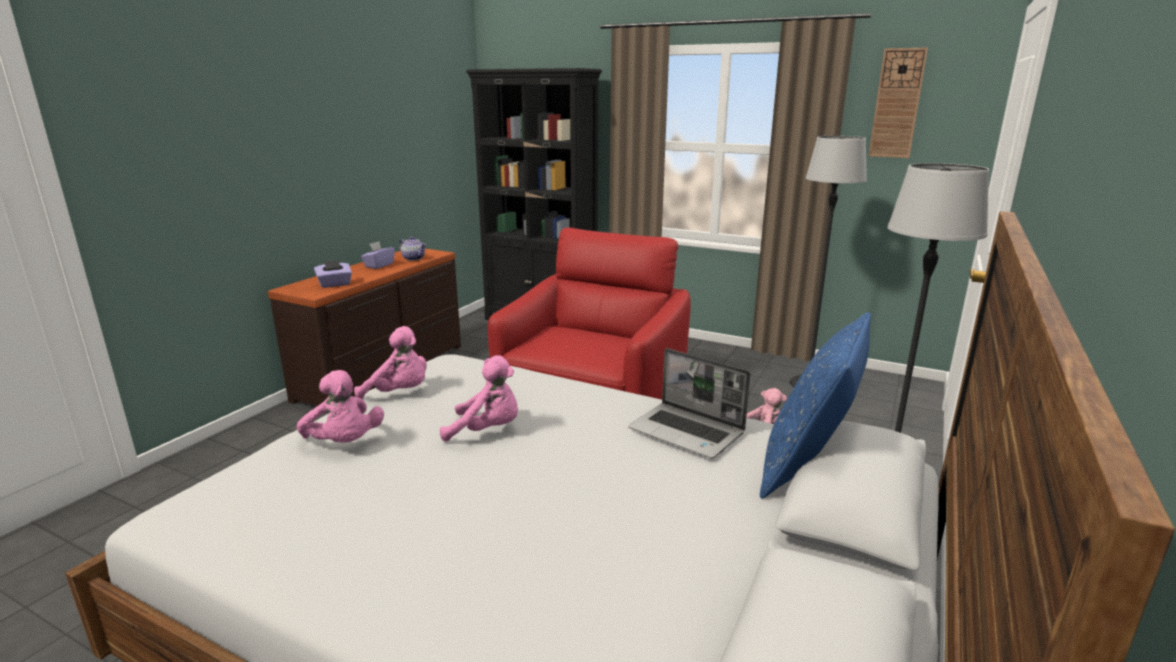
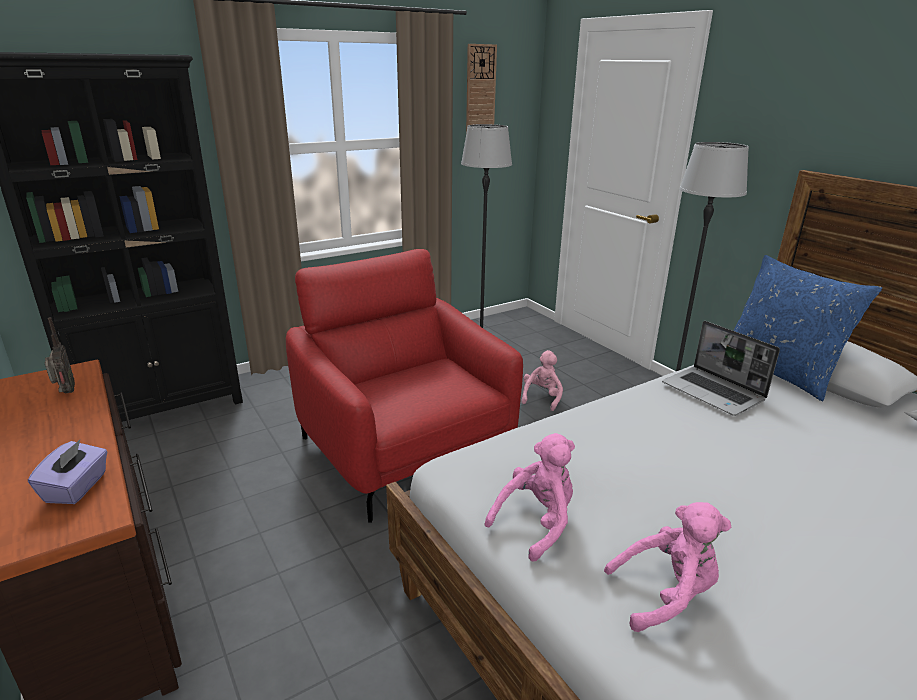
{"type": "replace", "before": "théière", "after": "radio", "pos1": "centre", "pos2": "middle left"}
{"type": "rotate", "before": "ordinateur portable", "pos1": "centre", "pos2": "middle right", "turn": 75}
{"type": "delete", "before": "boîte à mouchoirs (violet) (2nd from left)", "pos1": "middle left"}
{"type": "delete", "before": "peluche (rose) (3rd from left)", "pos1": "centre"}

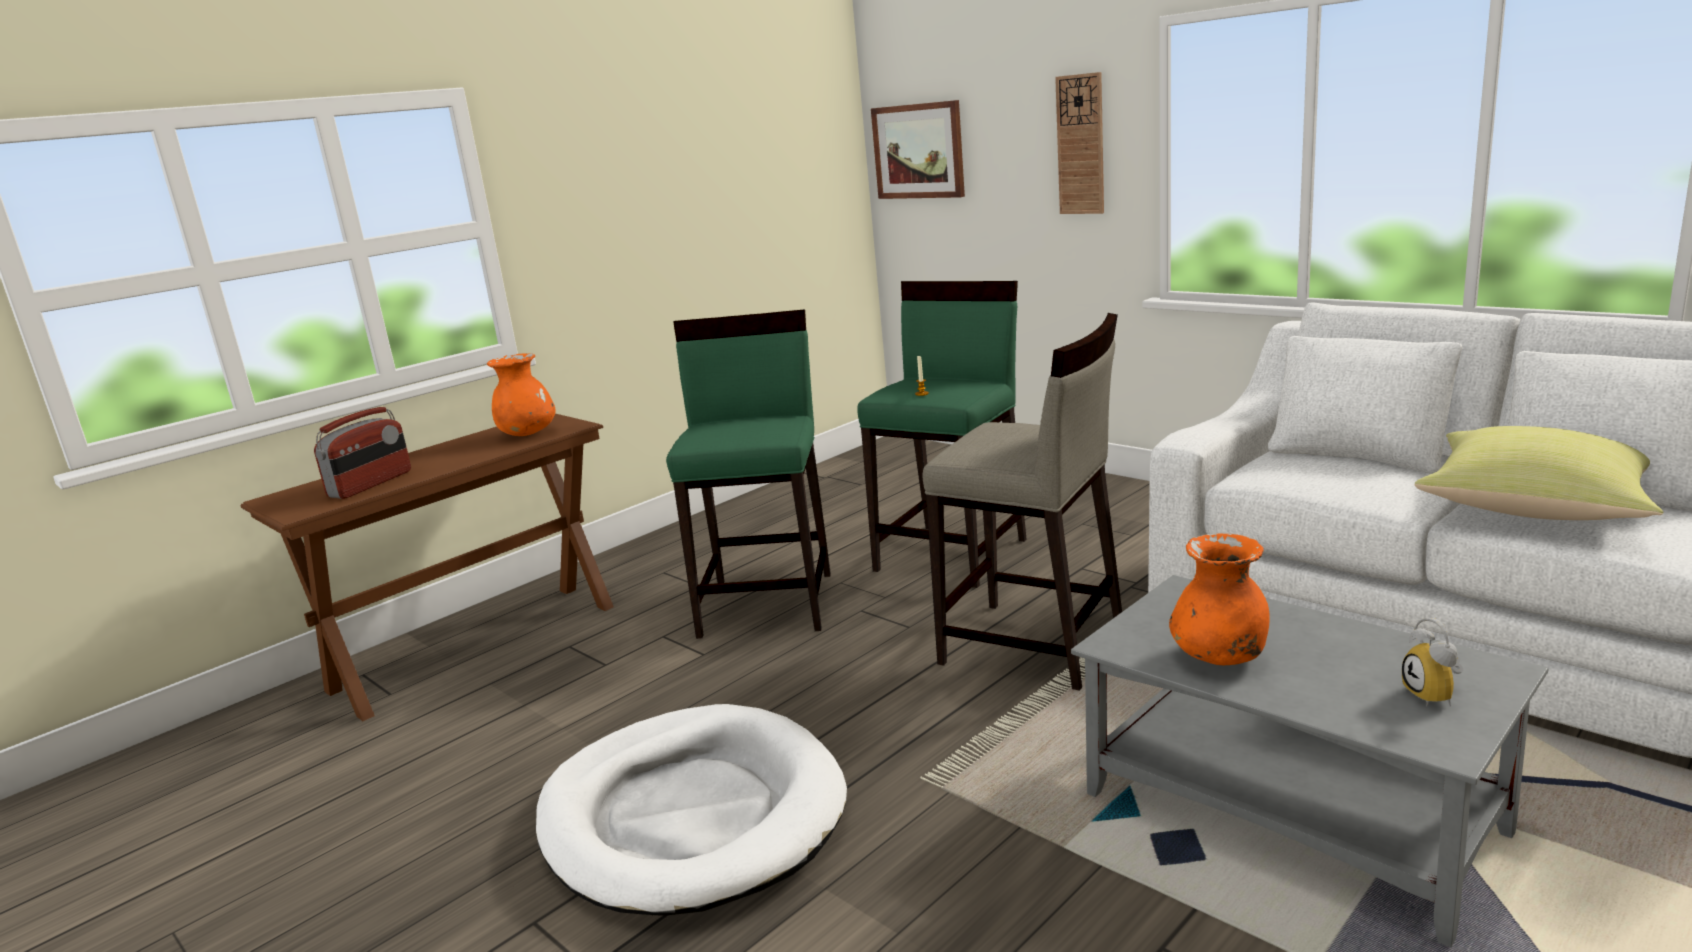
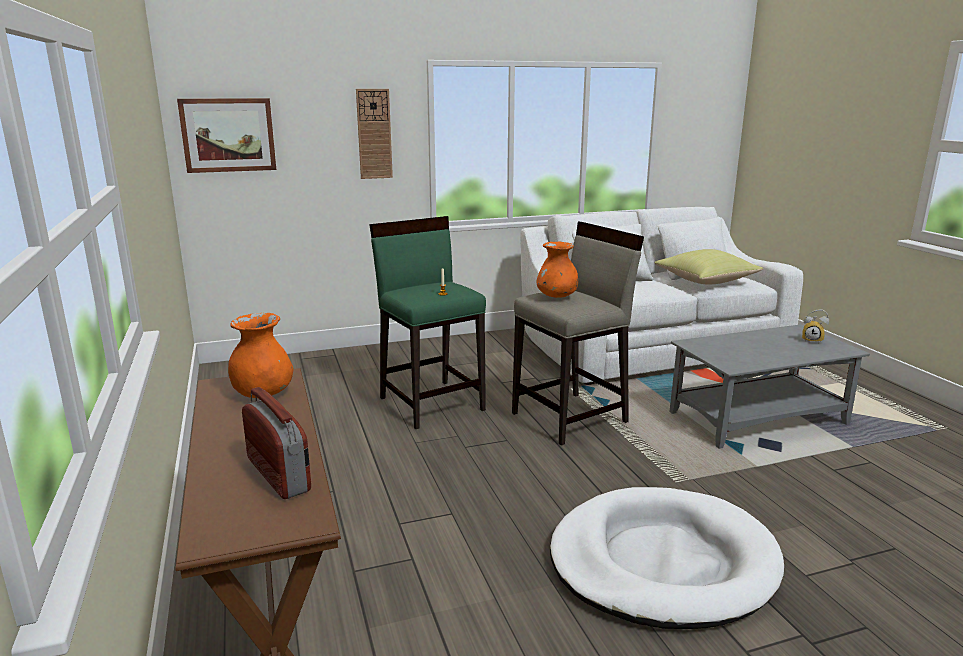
{"type": "move", "before": "vase (orange) (2nd from left)", "pos1": "middle right", "pos2": "centre"}
{"type": "delete", "before": "tabouret (vert) (1st from left)", "pos1": "centre"}

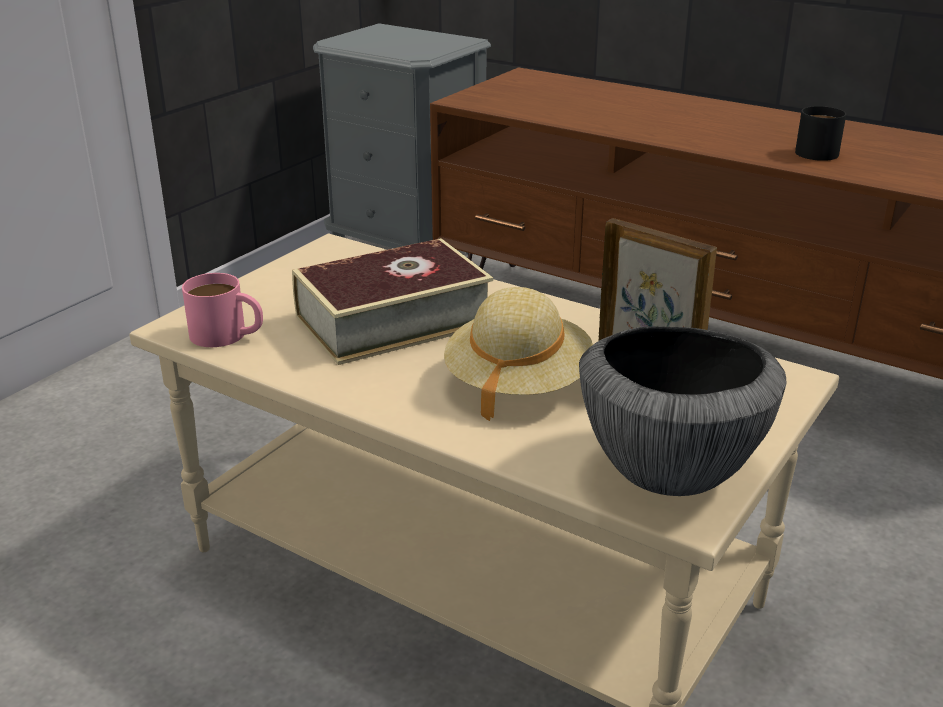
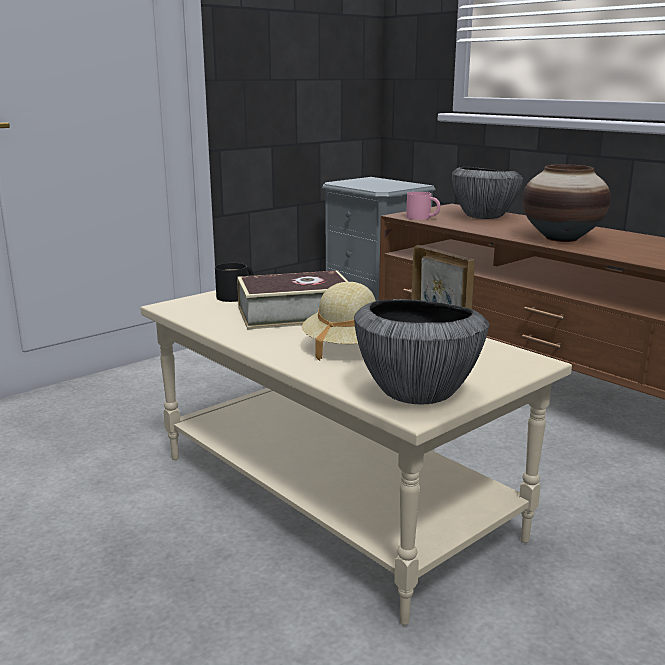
{"type": "move", "before": "mug (noir)", "pos1": "top right", "pos2": "centre"}
{"type": "move", "before": "mug (rose)", "pos1": "middle left", "pos2": "top centre"}
{"type": "insert", "after": "bol (2nd from left)", "pos2": "top right"}
{"type": "insert", "after": "vase", "pos2": "top right"}

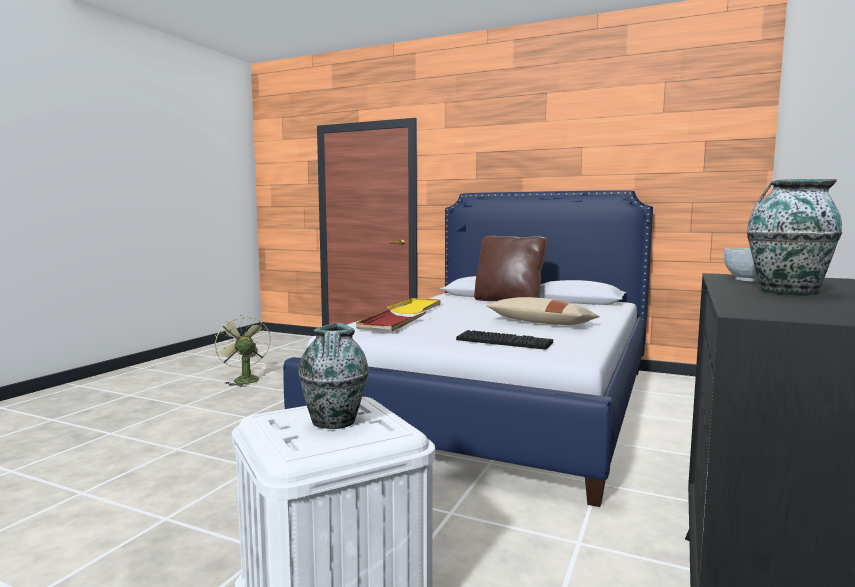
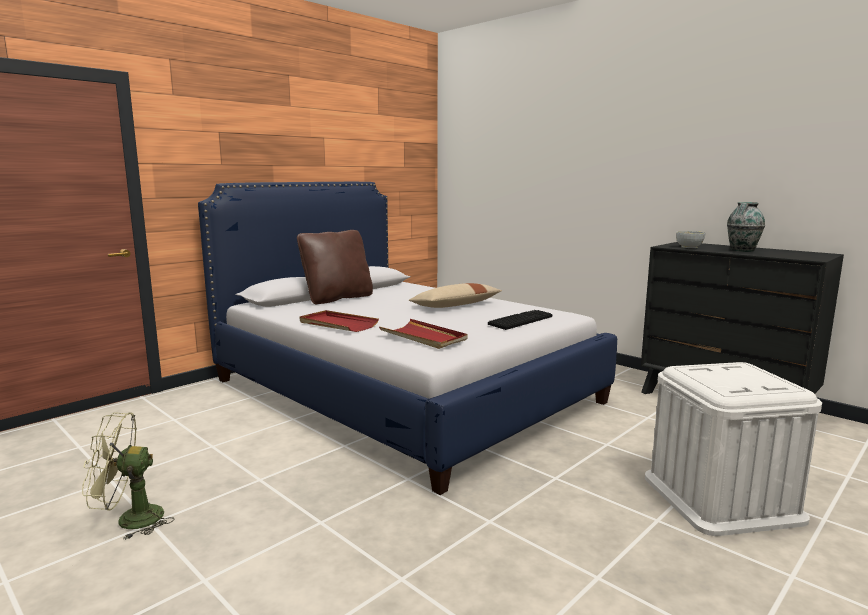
{"type": "recolor", "before": "plateau (jaune)", "after": "plateau (rouge) (1st from left)", "pos1": "centre", "pos2": "centre"}
{"type": "delete", "before": "vase (1st from left)", "pos1": "centre"}

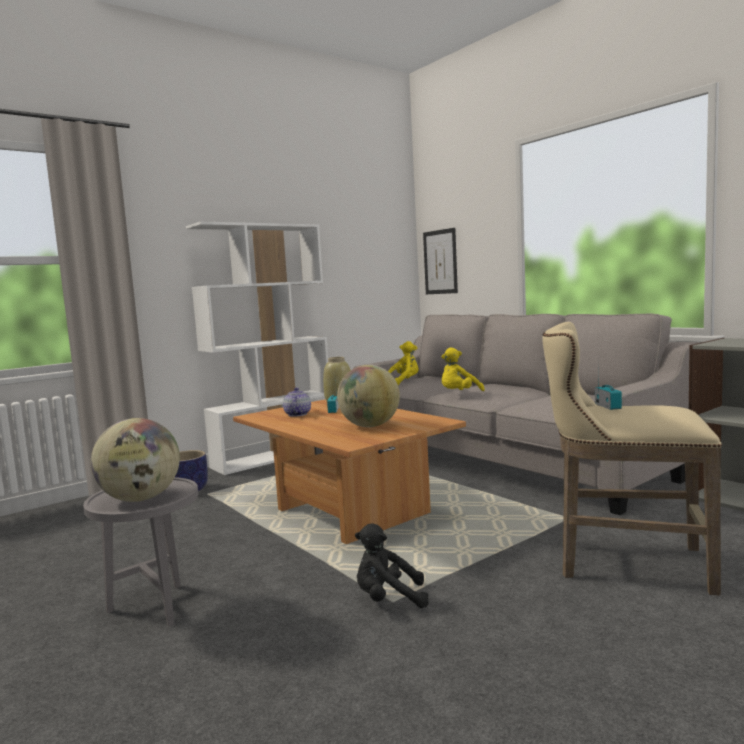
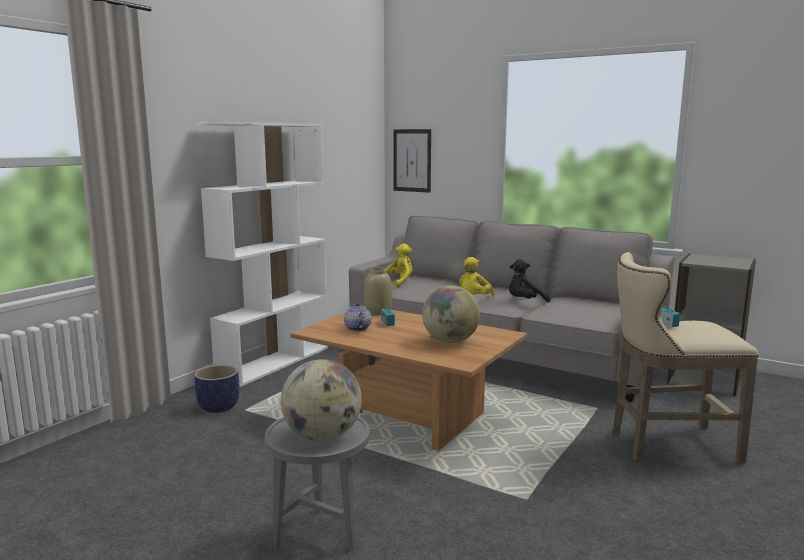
{"type": "move", "before": "peluche (noir)", "pos1": "bottom centre", "pos2": "centre"}

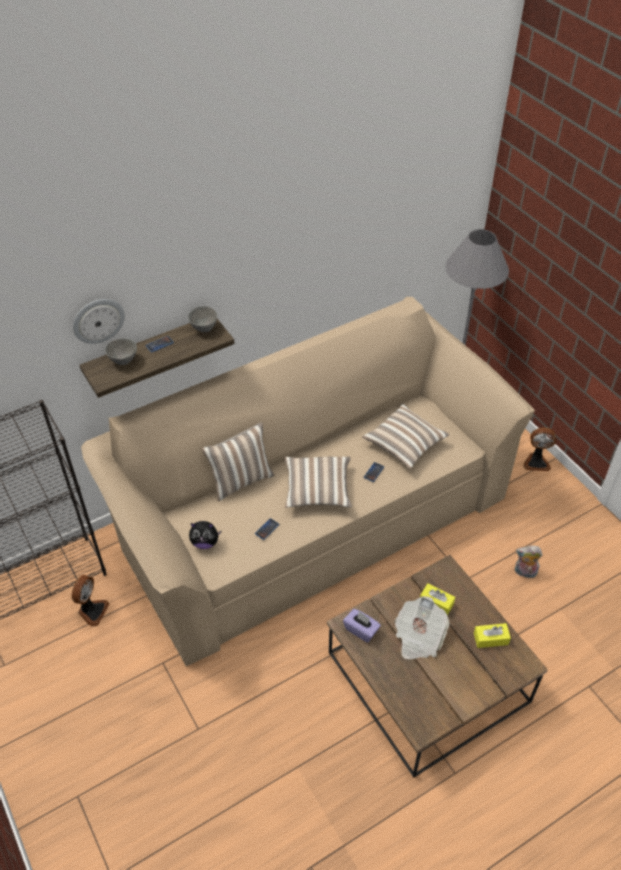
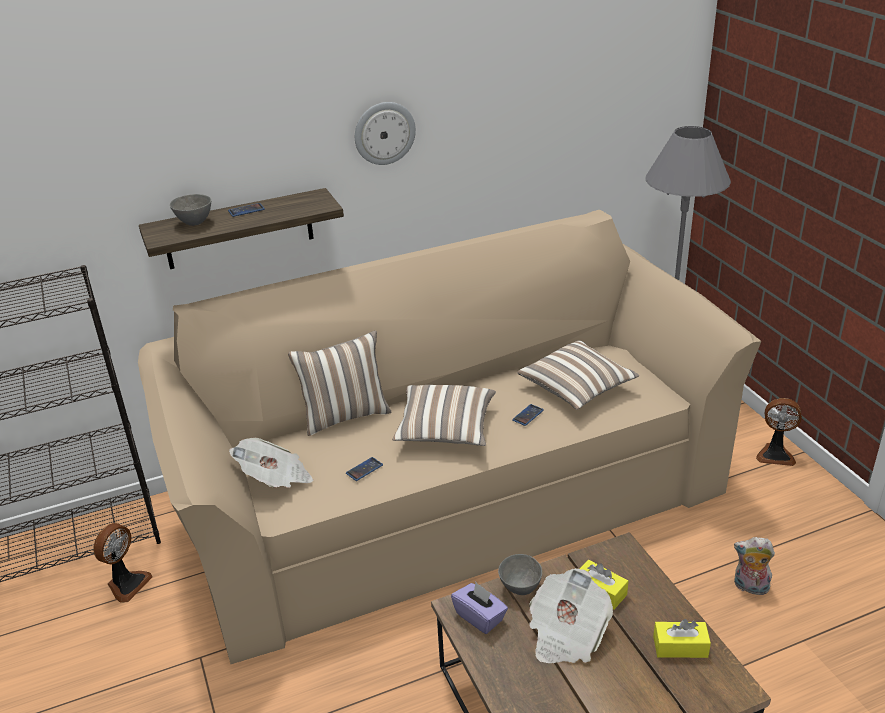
{"type": "replace", "before": "peluche (1st from left)", "after": "journal (1st from left)", "pos1": "middle left", "pos2": "middle left"}
{"type": "move", "before": "horloge murale", "pos1": "middle left", "pos2": "top centre"}
{"type": "move", "before": "bol (gris) (2nd from left)", "pos1": "middle left", "pos2": "bottom centre"}

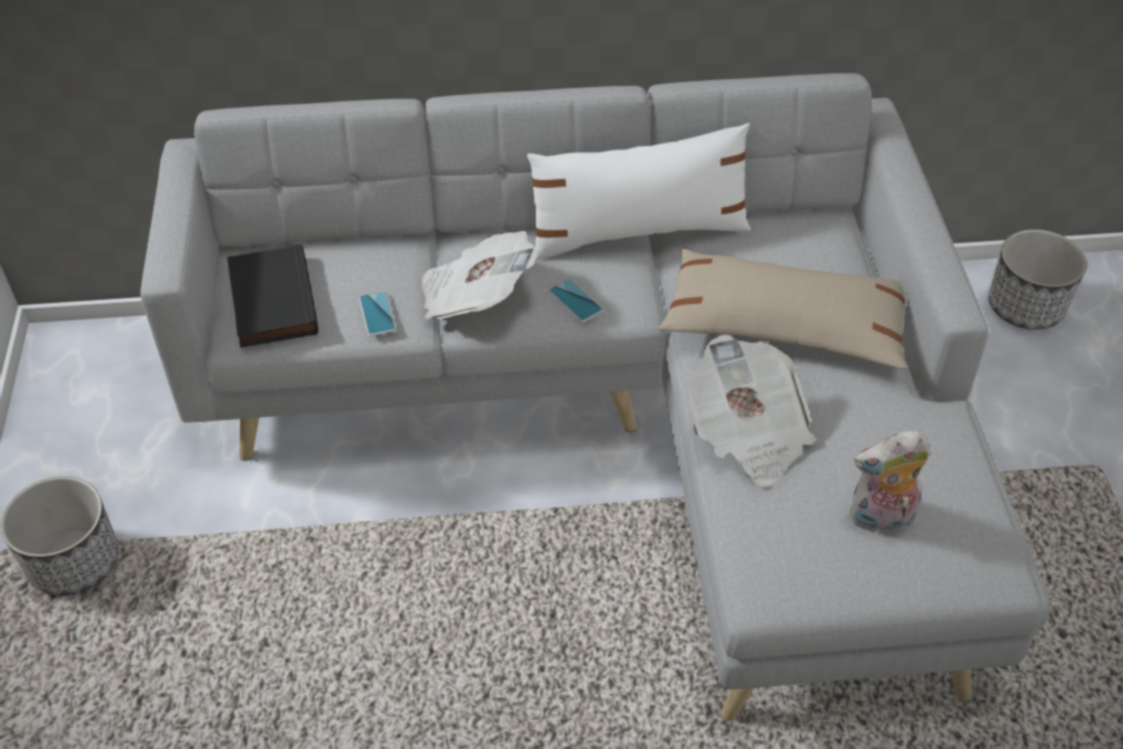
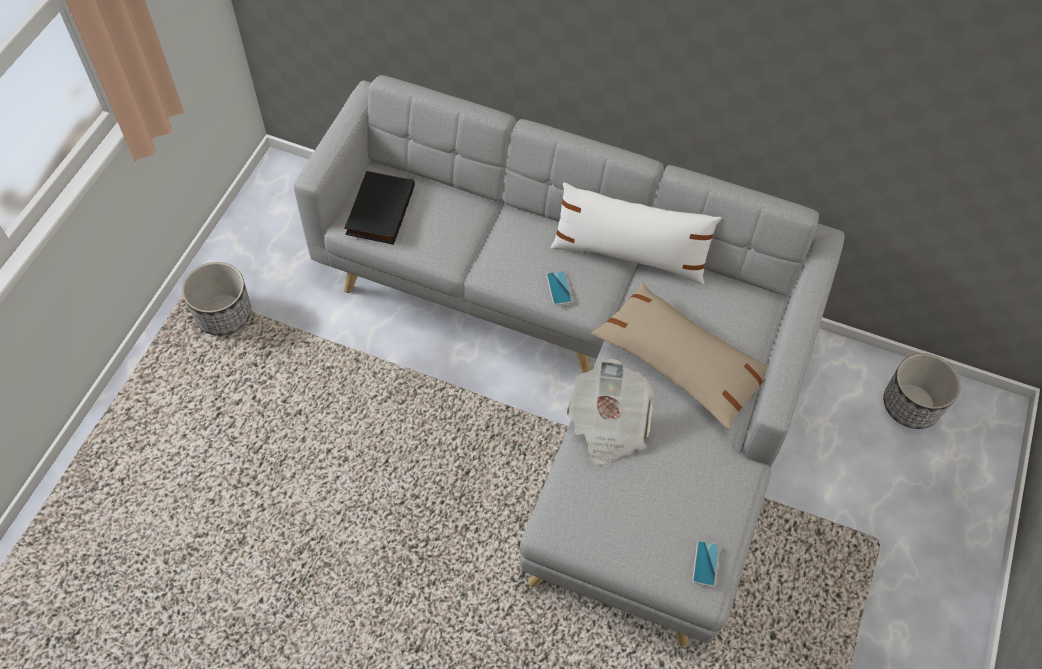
{"type": "move", "before": "téléphone (1st from left in the first image)", "after": "téléphone (2nd from left)", "pos1": "centre", "pos2": "bottom right"}
{"type": "delete", "before": "journal (1st from left)", "pos1": "centre"}
{"type": "delete", "before": "peluche", "pos1": "middle right"}

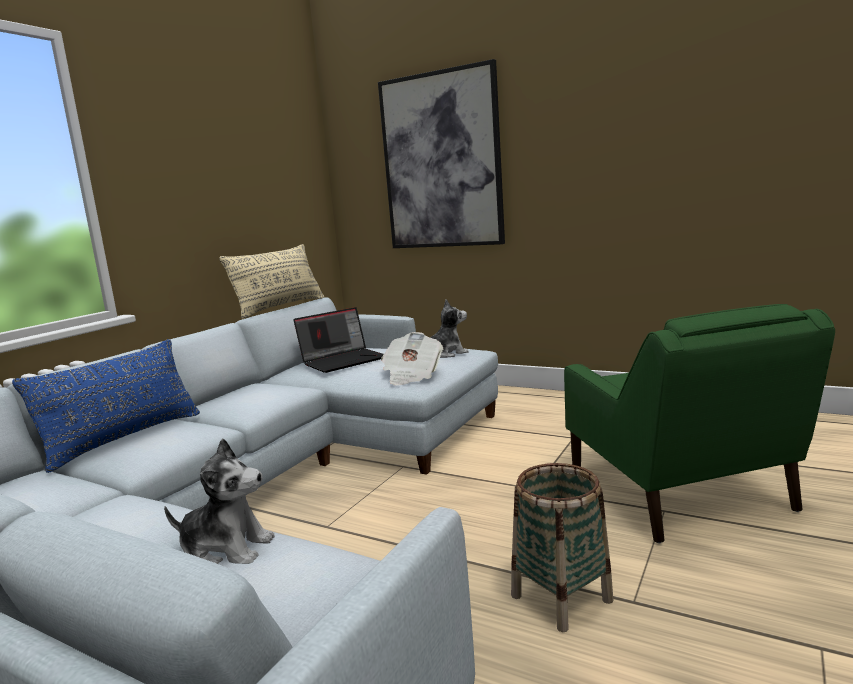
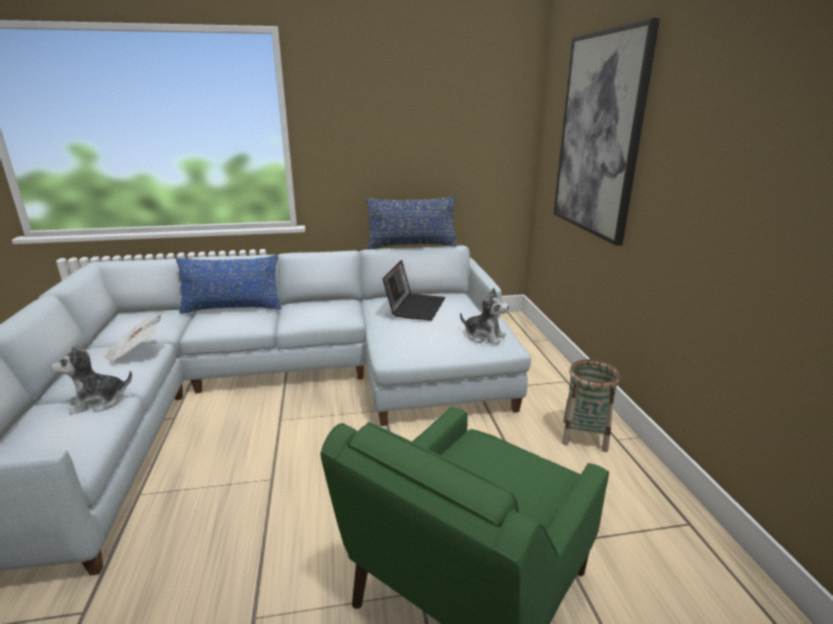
{"type": "rotate", "before": "peluche (1st from left)", "pos1": "bottom left", "pos2": "middle left", "turn": 90}
{"type": "move", "before": "journal", "pos1": "centre", "pos2": "middle left"}
{"type": "recolor", "before": "coussin (beige)", "after": "coussin (bleu) (2nd from left)", "pos1": "middle left", "pos2": "centre"}
{"type": "rotate", "before": "ordinateur portable", "pos1": "centre", "pos2": "centre", "turn": -90}
{"type": "move", "before": "panier", "pos1": "bottom centre", "pos2": "middle right"}

